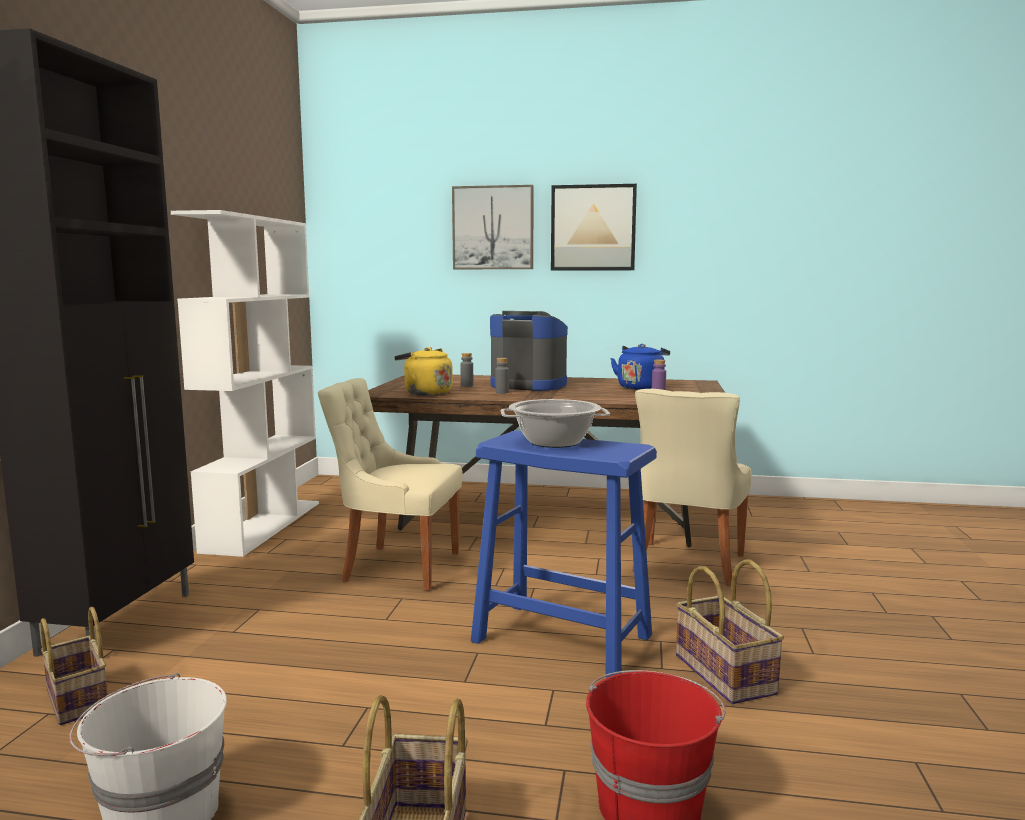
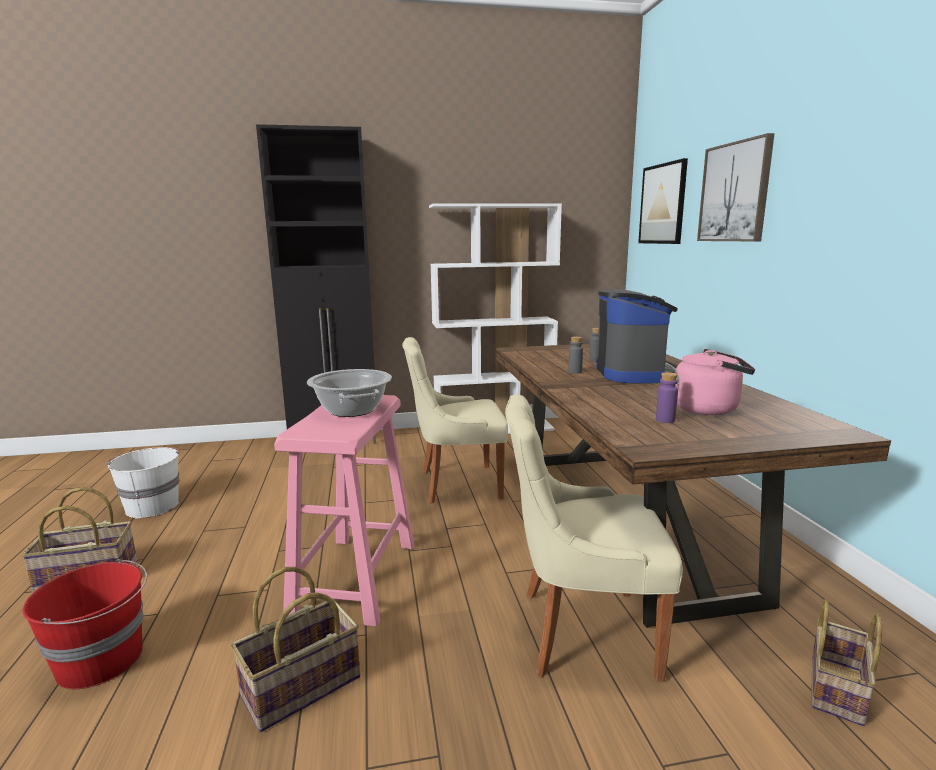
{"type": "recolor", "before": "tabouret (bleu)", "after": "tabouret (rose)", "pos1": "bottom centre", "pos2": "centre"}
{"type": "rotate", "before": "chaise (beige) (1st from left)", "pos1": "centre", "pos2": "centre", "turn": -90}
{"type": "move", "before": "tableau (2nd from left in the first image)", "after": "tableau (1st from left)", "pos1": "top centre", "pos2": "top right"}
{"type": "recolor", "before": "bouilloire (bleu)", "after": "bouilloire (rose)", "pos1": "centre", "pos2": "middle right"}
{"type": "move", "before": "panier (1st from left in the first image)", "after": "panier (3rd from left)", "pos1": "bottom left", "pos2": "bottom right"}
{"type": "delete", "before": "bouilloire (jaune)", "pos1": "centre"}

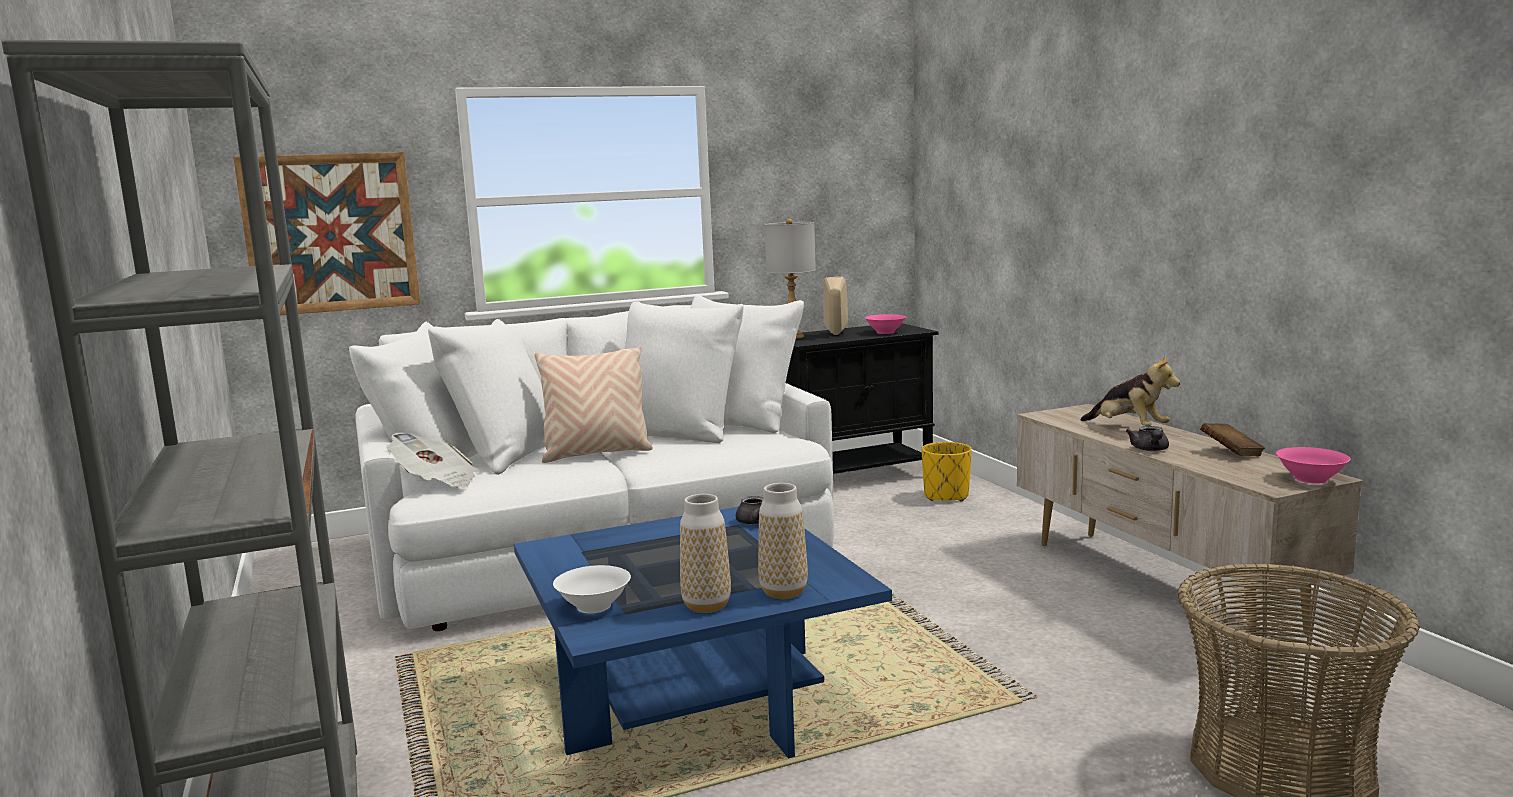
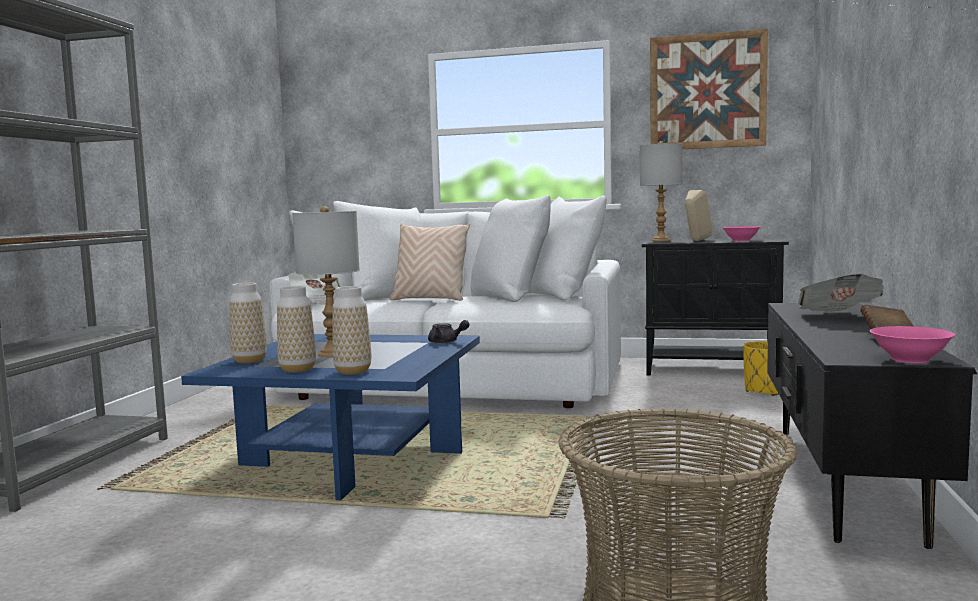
{"type": "replace", "before": "bol (blanc)", "after": "vase (1st from left)", "pos1": "bottom centre", "pos2": "middle left"}
{"type": "insert", "after": "lampe de table (gris) (1st from left)", "pos2": "centre"}
{"type": "move", "before": "tableau", "pos1": "top left", "pos2": "top right"}
{"type": "recolor", "before": "meuble télé (beige)", "after": "meuble télé (noir)", "pos1": "middle right", "pos2": "bottom right"}
{"type": "replace", "before": "peluche", "after": "journal (2nd from left)", "pos1": "middle right", "pos2": "middle right"}
{"type": "delete", "before": "théière (gris) (2nd from left)", "pos1": "middle right"}

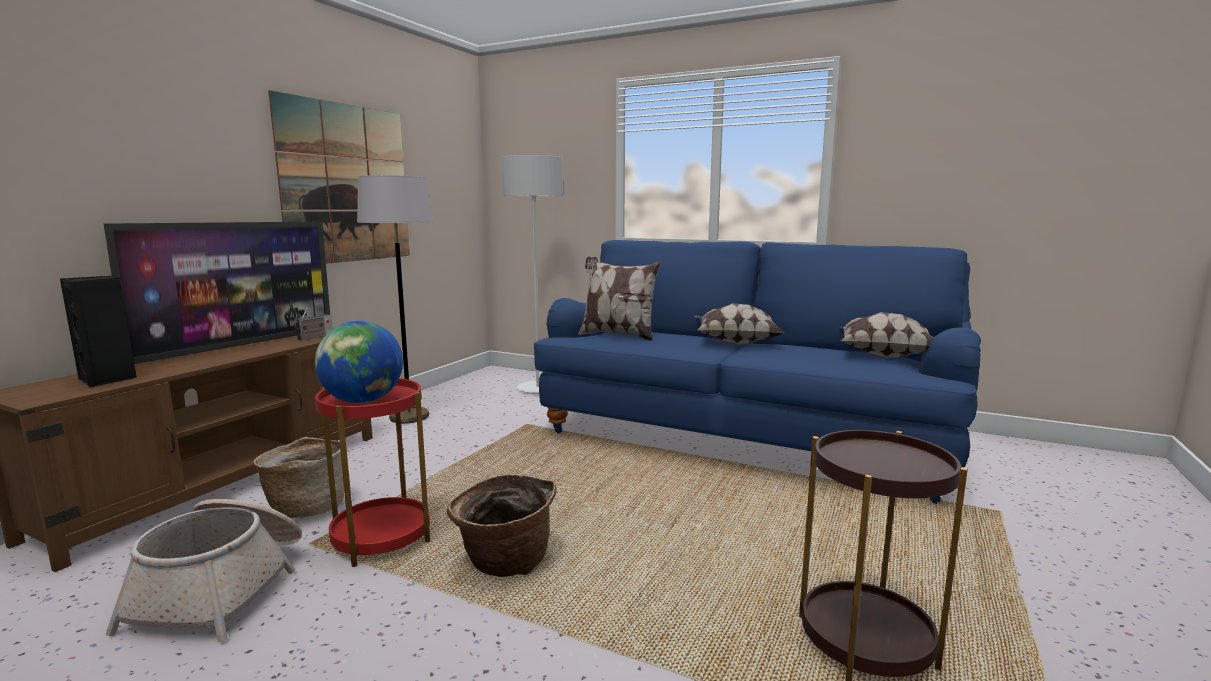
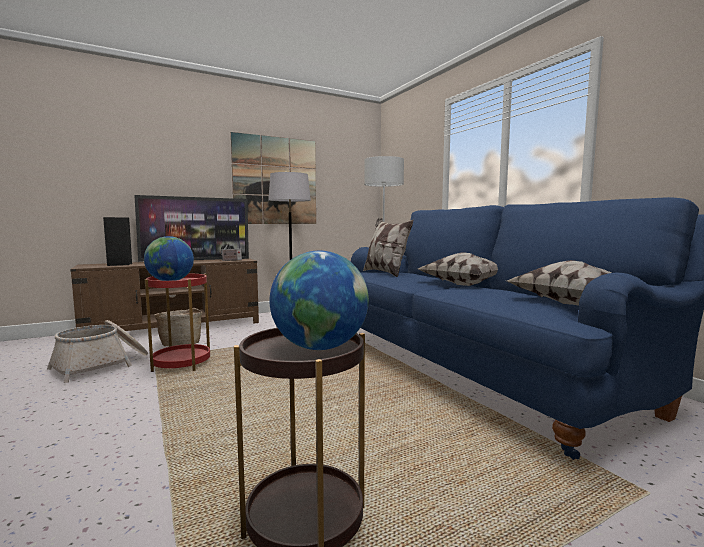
{"type": "insert", "after": "globe (2nd from left)", "pos2": "centre"}
{"type": "delete", "before": "panier (3rd from left)", "pos1": "bottom centre"}

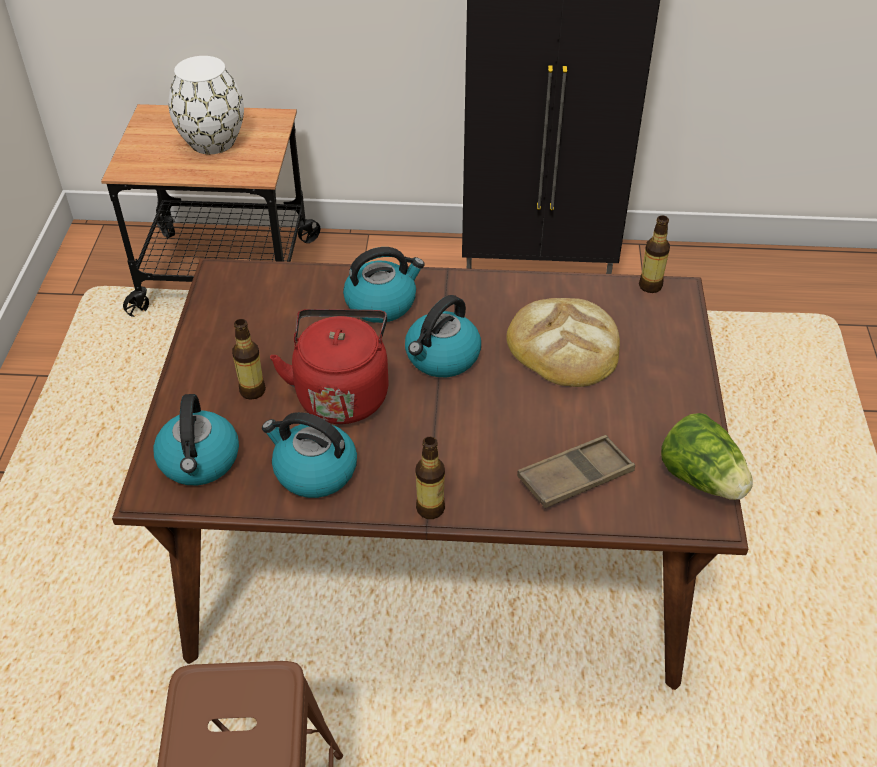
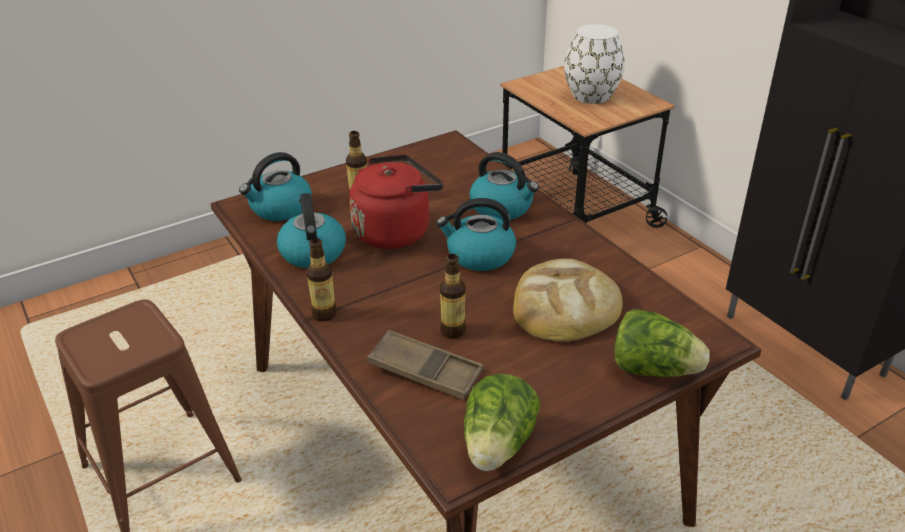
{"type": "move", "before": "bouteille (3rd from left)", "pos1": "top right", "pos2": "centre"}
{"type": "insert", "after": "laitue (2nd from left)", "pos2": "middle right"}

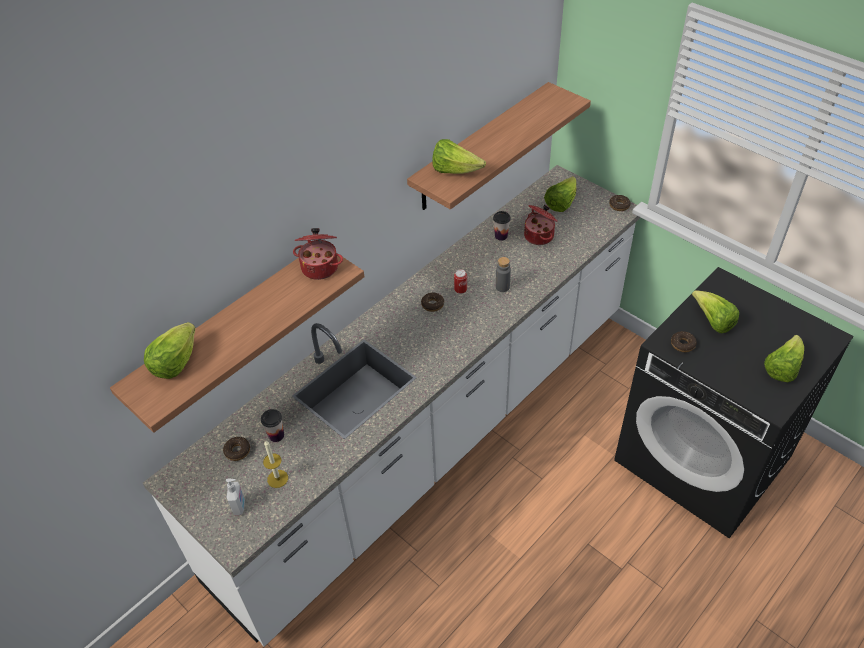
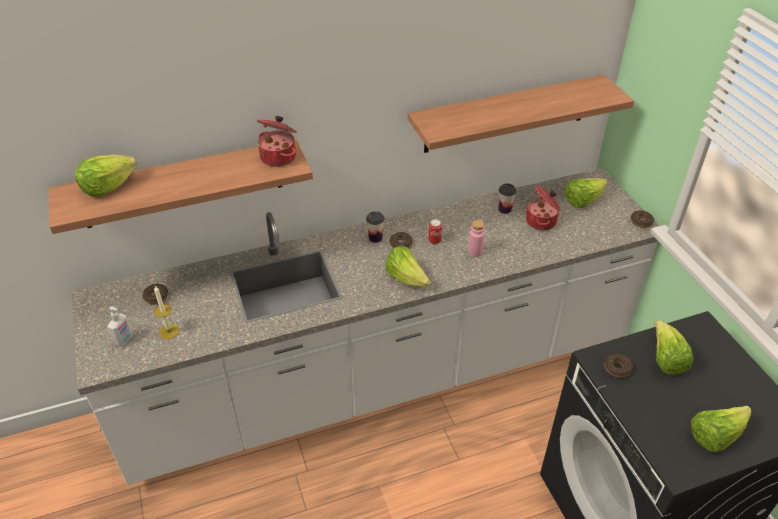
{"type": "move", "before": "tasse (1st from left)", "pos1": "middle left", "pos2": "centre"}
{"type": "move", "before": "laitue (2nd from left)", "pos1": "top centre", "pos2": "centre"}
{"type": "recolor", "before": "bouteille (gris)", "after": "bouteille (rose)", "pos1": "centre", "pos2": "centre"}

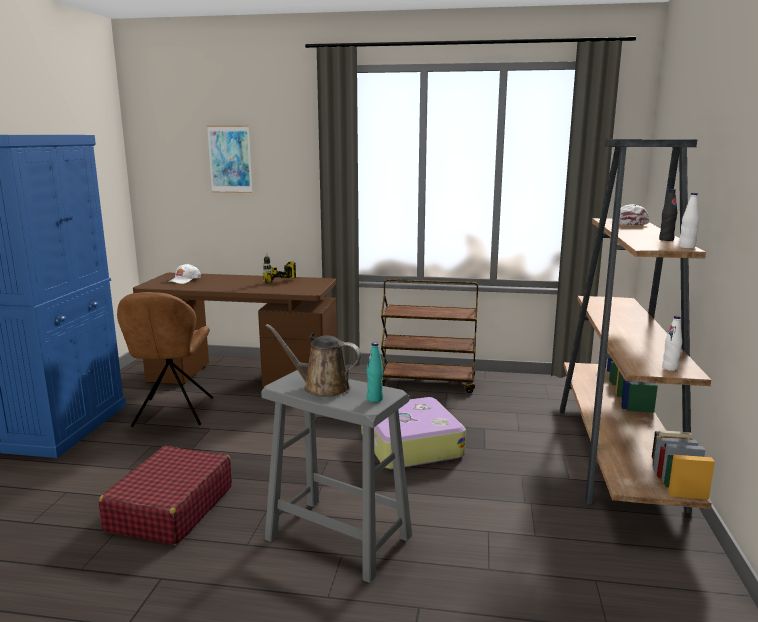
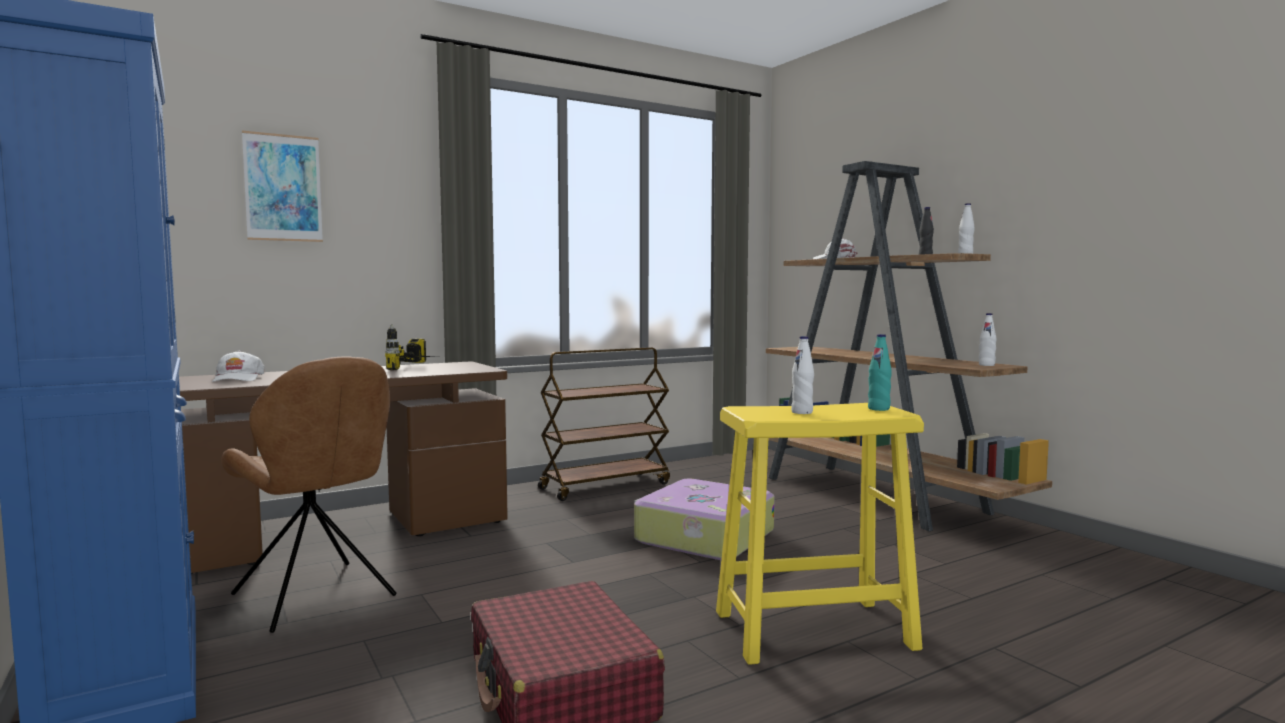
{"type": "recolor", "before": "tabouret (gris)", "after": "tabouret (jaune)", "pos1": "bottom centre", "pos2": "bottom centre"}
{"type": "replace", "before": "arrosoir (marron)", "after": "bouteille (blanc) (1st from left)", "pos1": "centre", "pos2": "centre"}

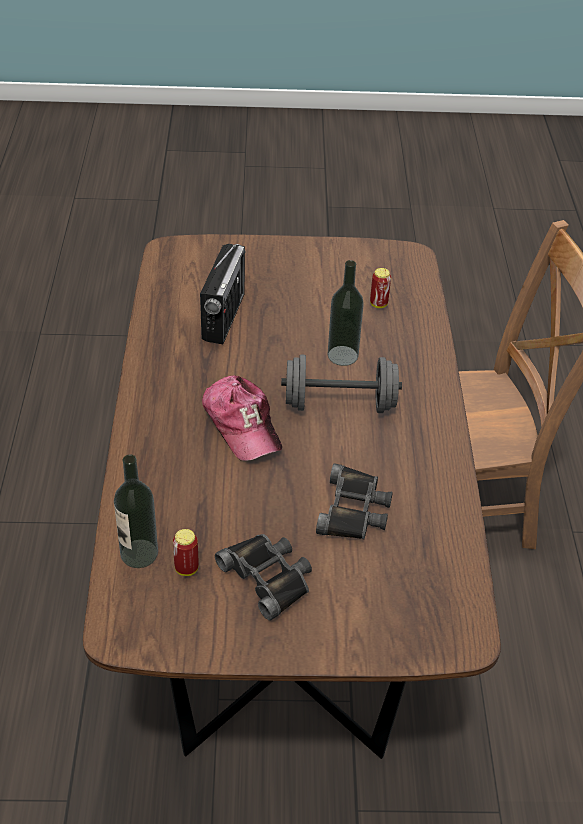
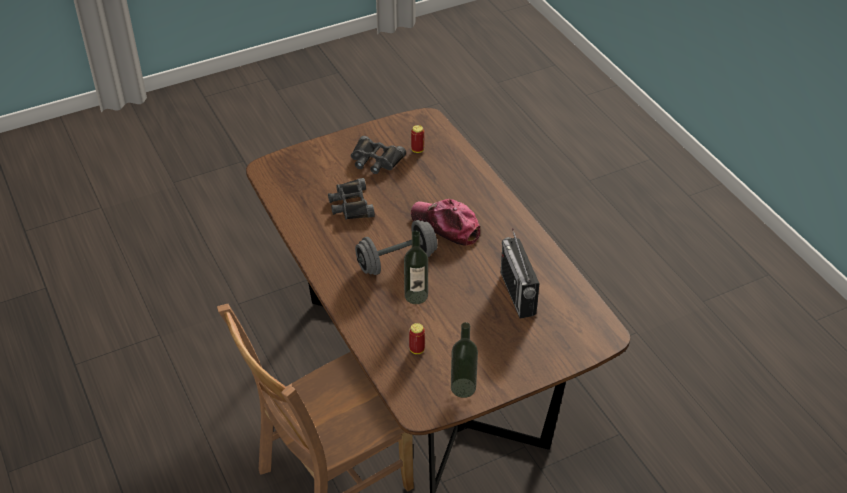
{"type": "move", "before": "bouteille (1st from left in the first image)", "after": "bouteille (2nd from left)", "pos1": "middle left", "pos2": "bottom centre"}

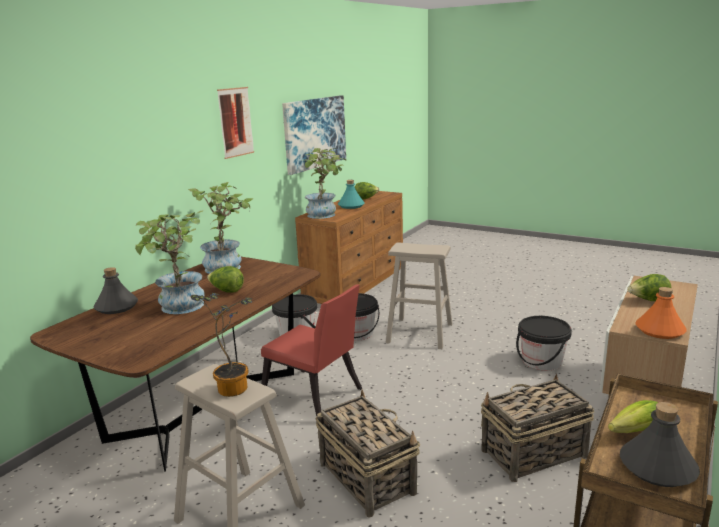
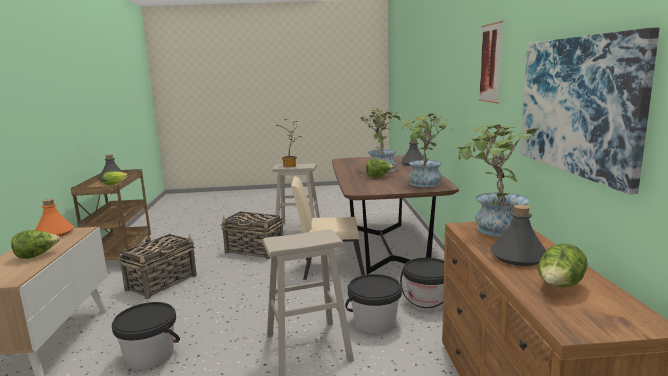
{"type": "recolor", "before": "chaise (rouge)", "after": "chaise (beige)", "pos1": "centre", "pos2": "centre"}
{"type": "recolor", "before": "bouteille (turquoise)", "after": "bouteille (gris) (3rd from left)", "pos1": "centre", "pos2": "middle right"}

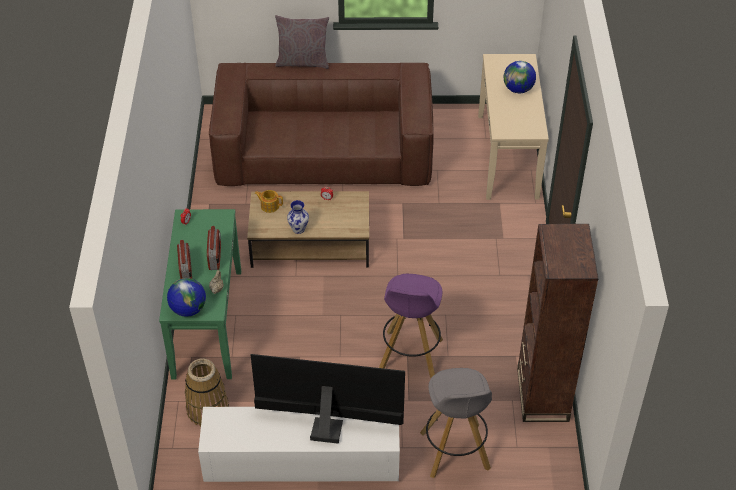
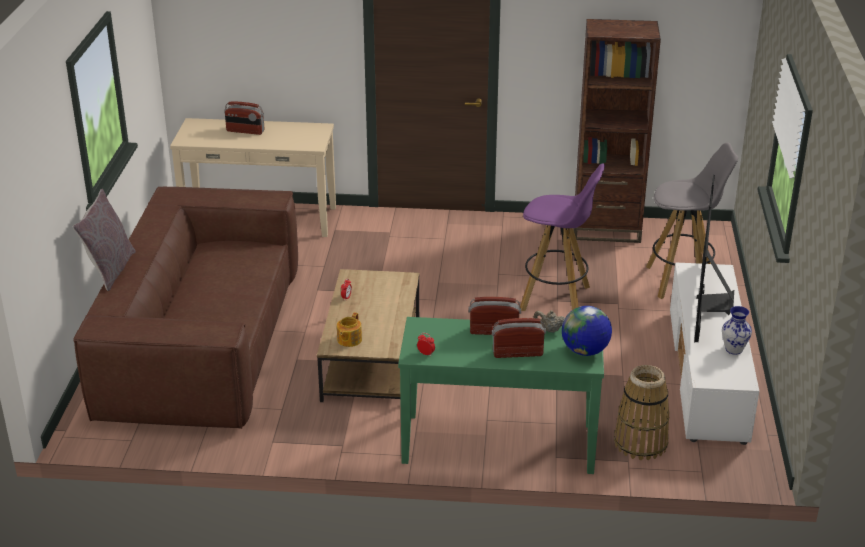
{"type": "replace", "before": "globe (2nd from left)", "after": "radio (1st from left)", "pos1": "top right", "pos2": "top left"}
{"type": "move", "before": "vase", "pos1": "centre", "pos2": "middle right"}

